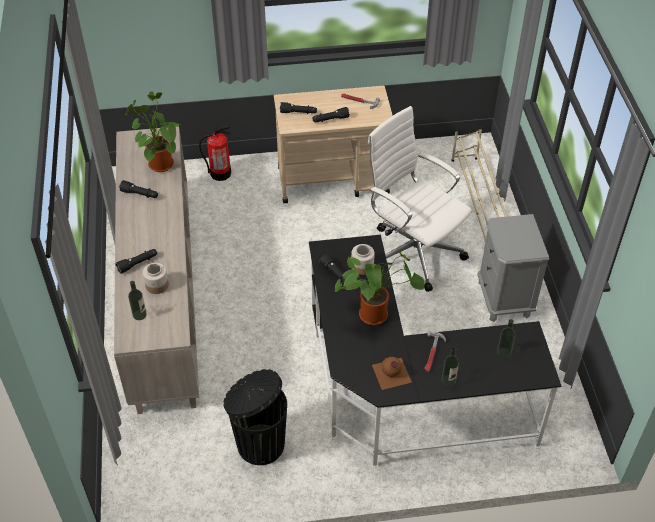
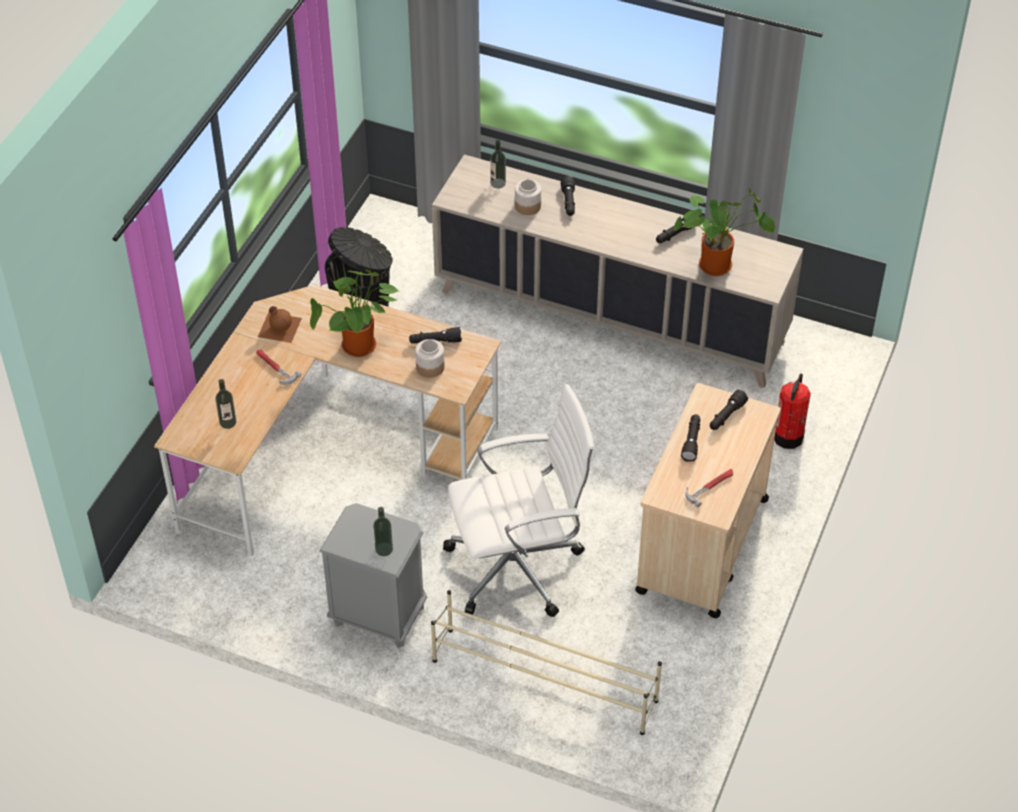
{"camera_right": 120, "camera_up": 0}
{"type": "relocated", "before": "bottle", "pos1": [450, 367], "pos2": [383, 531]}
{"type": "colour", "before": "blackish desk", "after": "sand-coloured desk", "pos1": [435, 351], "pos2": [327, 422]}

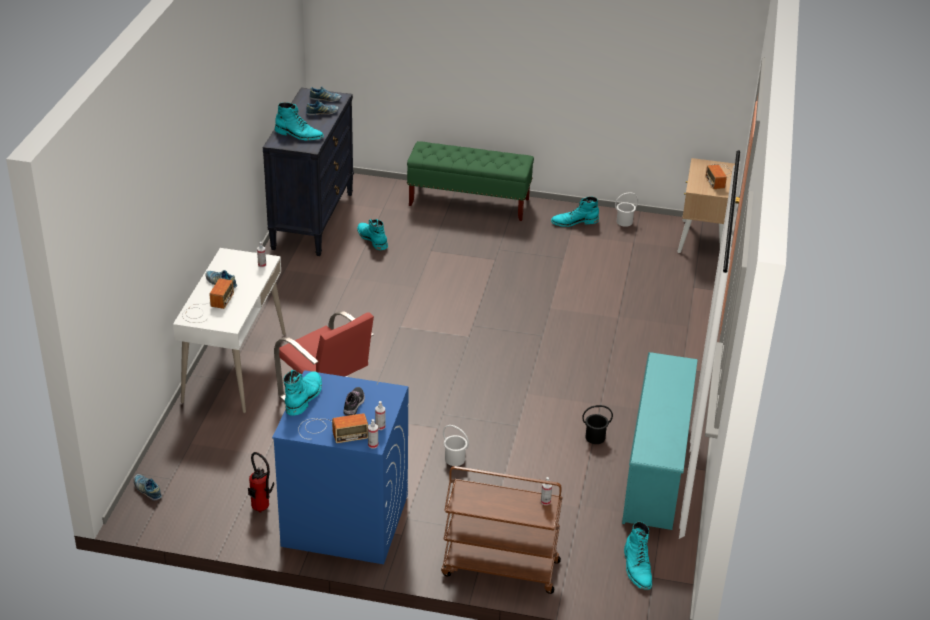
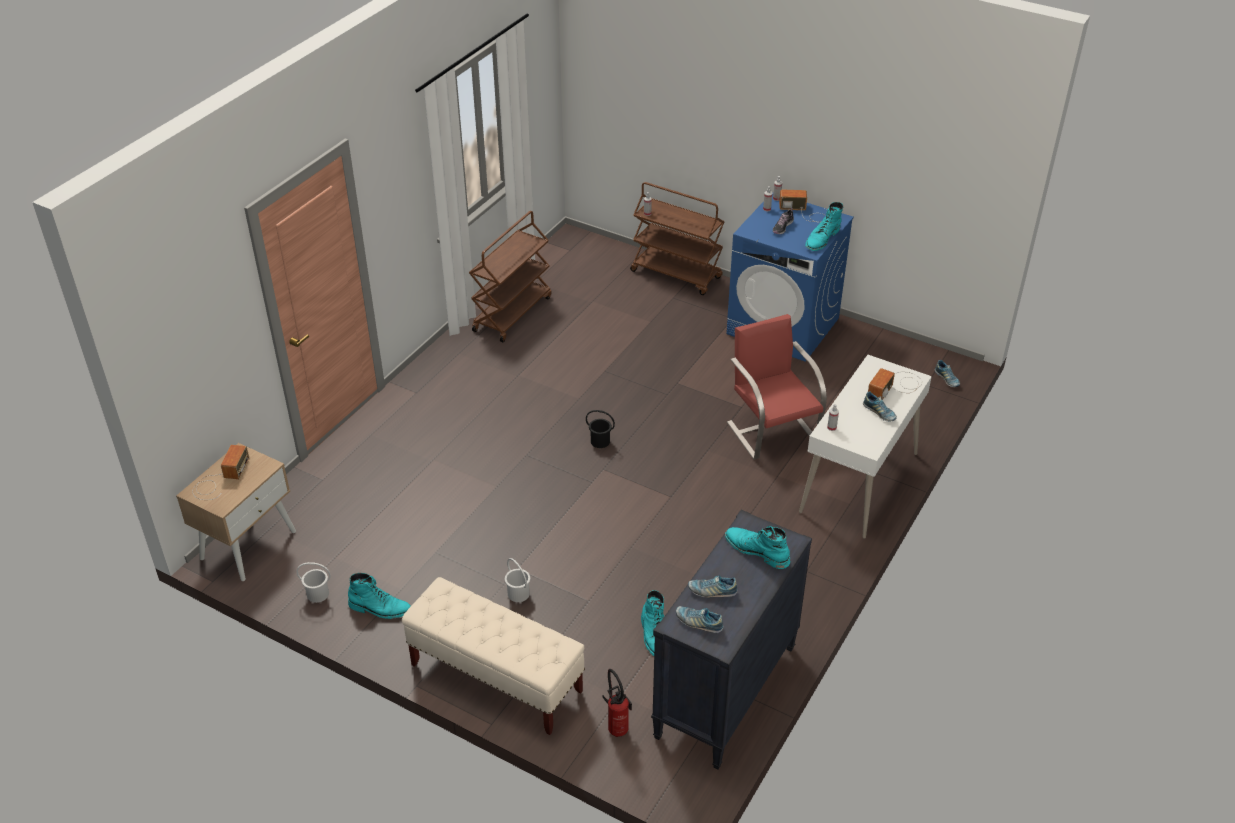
{"camera_right": -160, "camera_up": 5}
{"type": "missing", "before": "turquoise boot", "pos1": [638, 555]}
{"type": "relocated", "before": "fire-fighting cylinder", "pos1": [261, 482], "pos2": [617, 703]}
{"type": "relocated", "before": "white-coloured pail", "pos1": [456, 445], "pos2": [517, 580]}
{"type": "relocated", "before": "blackish pail", "pos1": [597, 424], "pos2": [600, 429]}
{"type": "exchanged", "before": "turquoise shoe rack", "after": "brown-coloured wheeled cart", "pos1": [660, 441], "pos2": [510, 277]}
{"type": "colour", "before": "green-coloured indoor bench", "after": "sand-coloured indoor bench", "pos1": [470, 181], "pos2": [493, 656]}

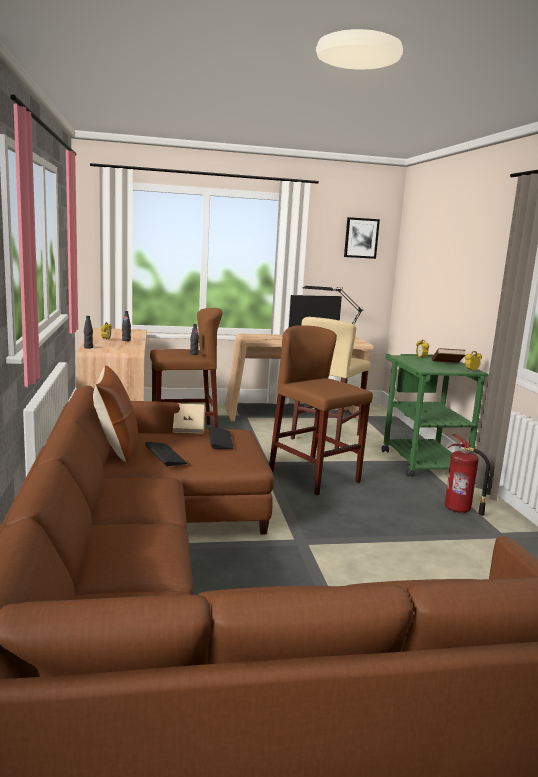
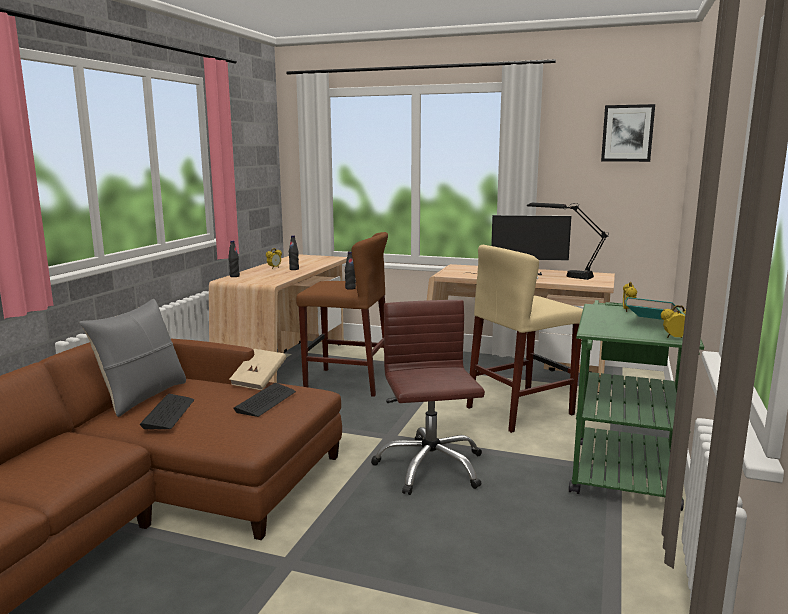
{"camera_right": 30, "camera_up": 0}
{"type": "missing", "before": "fire-fighting cylinder", "pos1": [467, 475]}
{"type": "exchanged", "before": "brown-coloured stool", "after": "brown-coloured office chair", "pos1": [321, 410], "pos2": [428, 397]}
{"type": "colour", "before": "brown-coloured pillow", "after": "greyish pillow", "pos1": [115, 414], "pos2": [132, 358]}
{"type": "colour", "before": "brown-coloured volume", "after": "turquoise volume", "pos1": [448, 355], "pos2": [653, 308]}

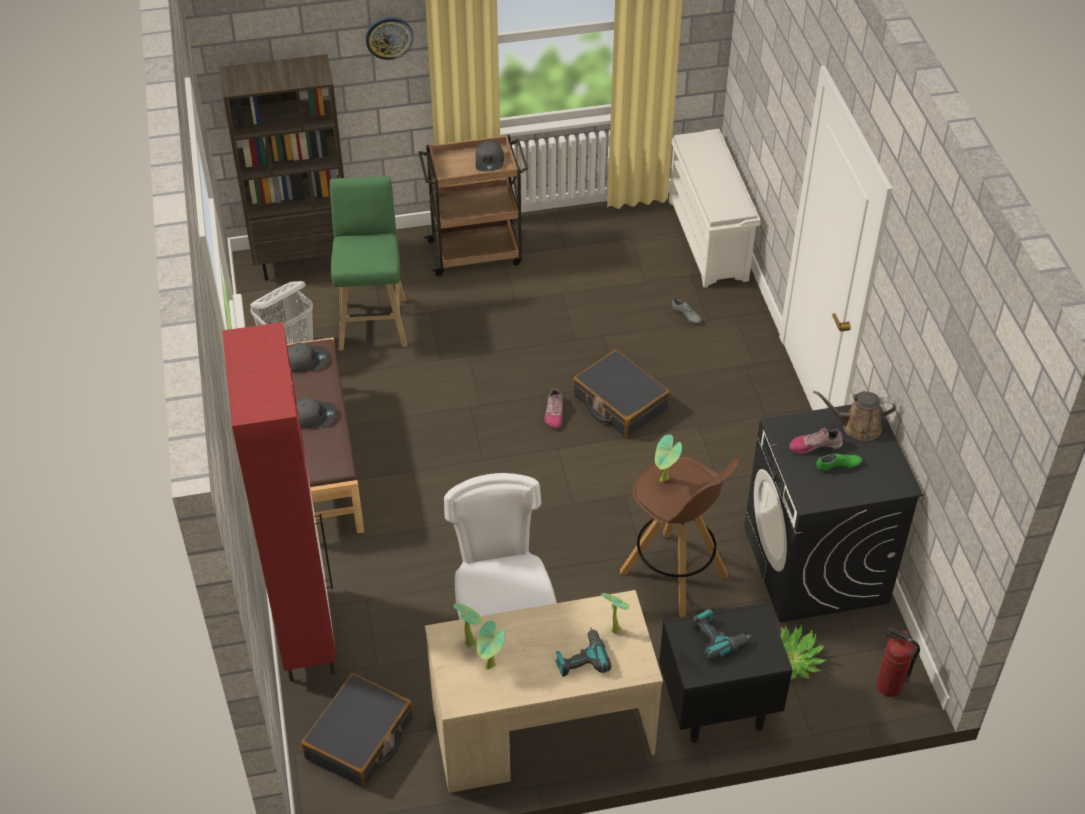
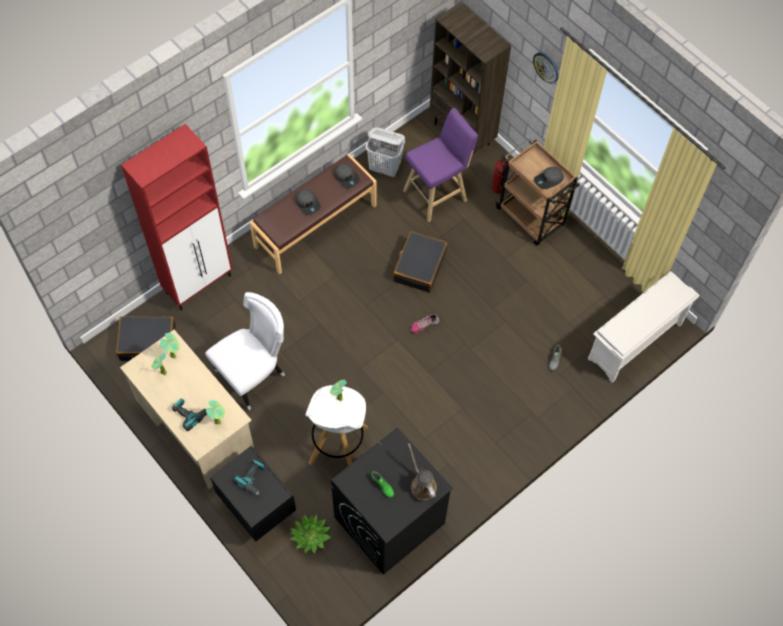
{"camera_right": 60, "camera_up": 15}
{"type": "missing", "before": "shoe", "pos1": [816, 441]}
{"type": "relocated", "before": "blackish suitcase", "pos1": [621, 394], "pos2": [420, 262]}
{"type": "relocated", "before": "fire-fighting cylinder", "pos1": [898, 662], "pos2": [501, 172]}
{"type": "colour", "before": "green-coloured stool", "after": "purple-coloured stool", "pos1": [368, 263], "pos2": [440, 165]}
{"type": "colour", "before": "brown-coloured stool", "after": "white-coloured stool", "pos1": [680, 537], "pos2": [337, 425]}

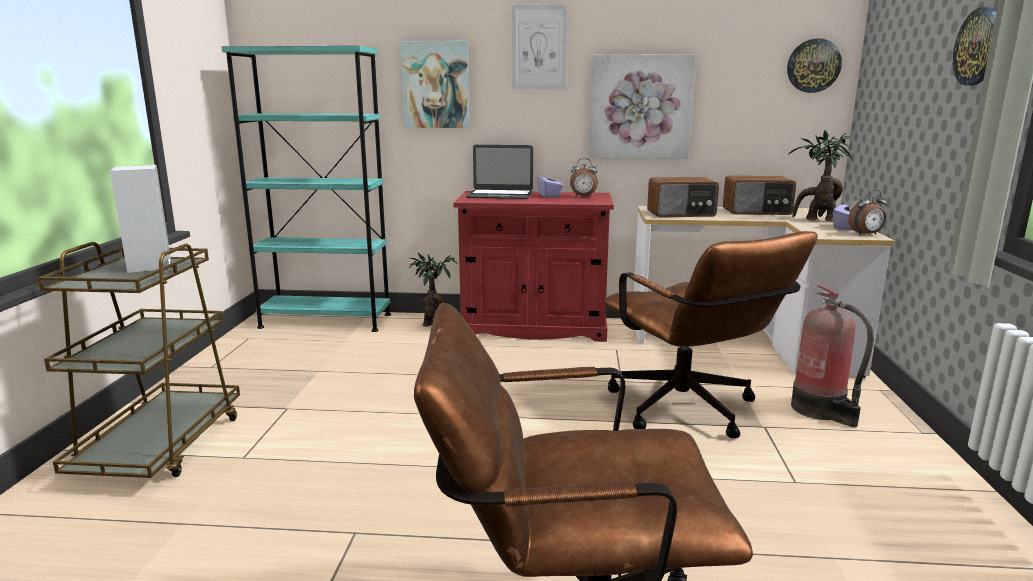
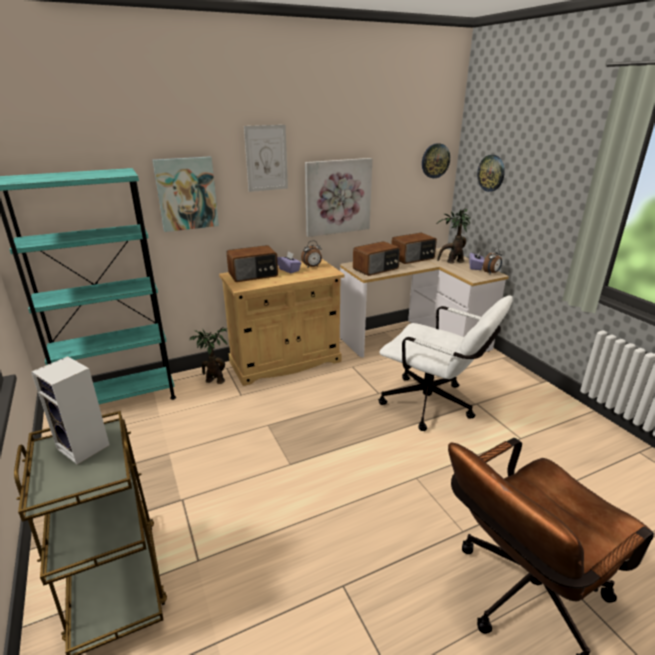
{"camera_right": -30, "camera_up": 10}
{"type": "missing", "before": "fire-fighting cylinder", "pos1": [832, 356]}
{"type": "relocated", "before": "wall clock", "pos1": [975, 46], "pos2": [491, 173]}
{"type": "exchanged", "before": "portable computer", "after": "radio receiver", "pos1": [499, 172], "pos2": [252, 263]}
{"type": "colour", "before": "red cupboard", "after": "sand-coloured cupboard", "pos1": [533, 266], "pos2": [282, 322]}
{"type": "colour", "before": "brown-coloured office chair", "after": "white-coloured office chair", "pos1": [710, 335], "pos2": [445, 363]}

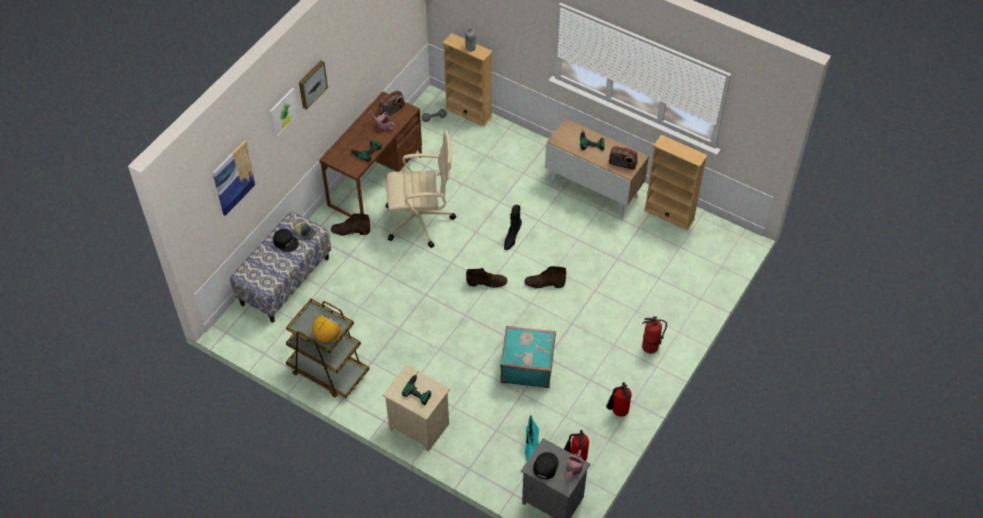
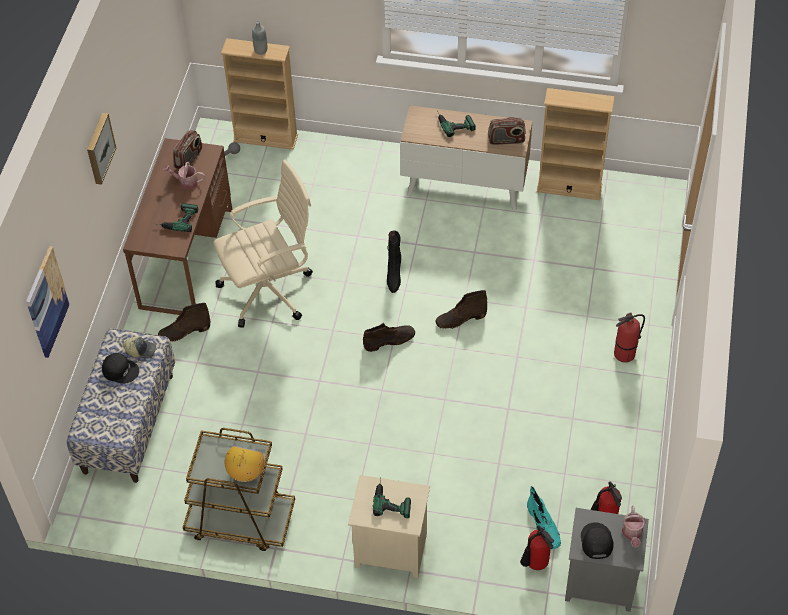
{"camera_right": -20, "camera_up": 0}
{"type": "missing", "before": "picture", "pos1": [284, 112]}
{"type": "missing", "before": "turquoise suitcase", "pos1": [528, 357]}
{"type": "relocated", "before": "fire-fighting cylinder", "pos1": [619, 399], "pos2": [537, 547]}

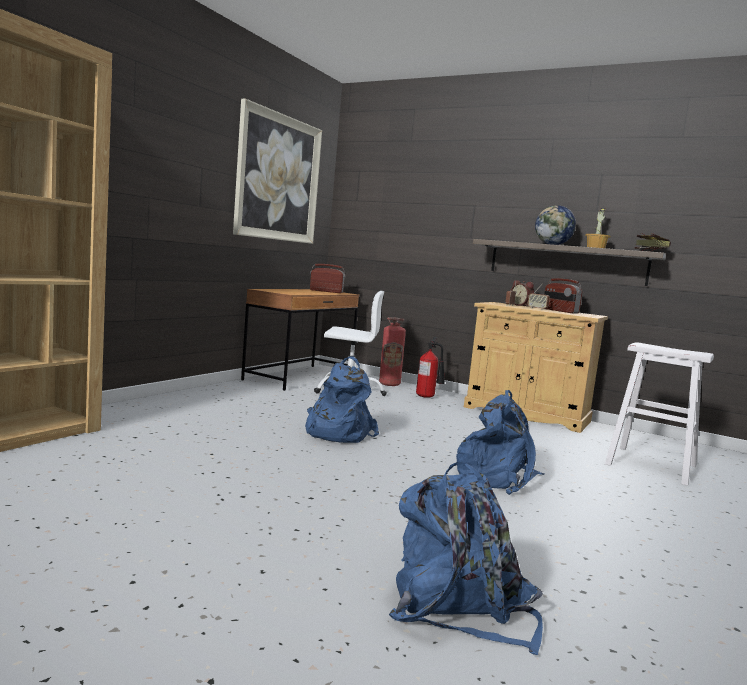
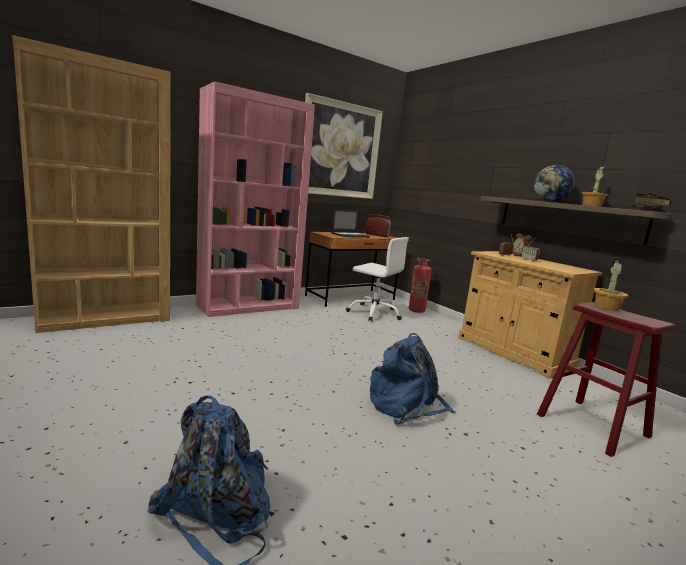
{"camera_right": 25, "camera_up": 5}
{"type": "missing", "before": "blue rucksack", "pos1": [342, 400]}
{"type": "missing", "before": "fire-fighting cylinder", "pos1": [430, 367]}
{"type": "missing", "before": "radio receiver", "pos1": [563, 296]}
{"type": "appeared", "after": "pinkish bookcase", "pos2": [255, 199]}
{"type": "appeared", "after": "portable computer", "pos2": [350, 223]}
{"type": "appeared", "after": "potted plant", "pos2": [611, 285]}
{"type": "colour", "before": "white-coloured stool", "after": "red stool", "pos1": [659, 414], "pos2": [606, 379]}

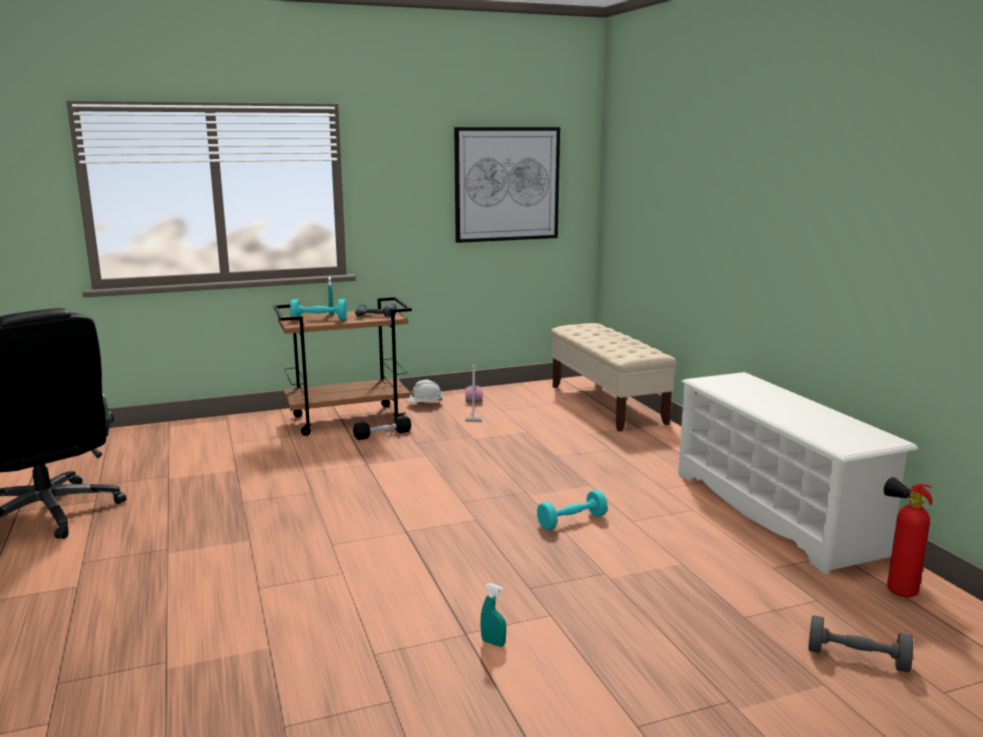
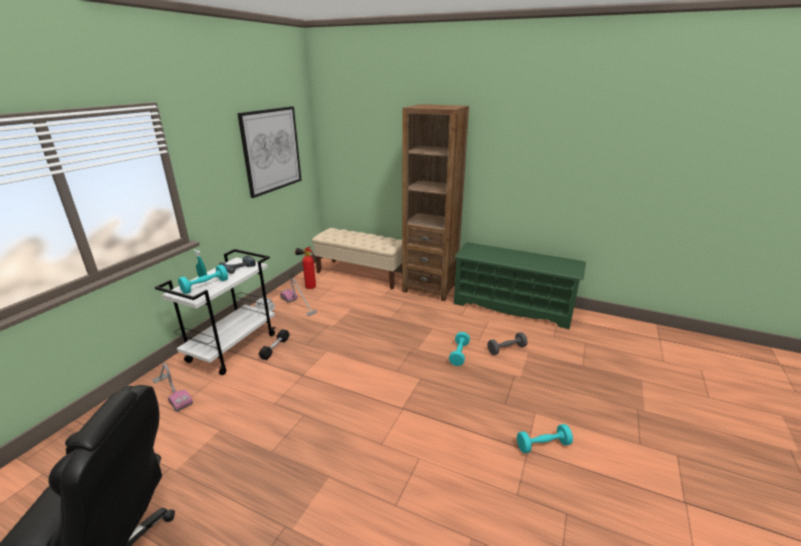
{"camera_right": -45, "camera_up": 10}
{"type": "appeared", "after": "vacuum cleaner", "pos2": [172, 387]}
{"type": "appeared", "after": "brown-coloured bookcase", "pos2": [435, 202]}
{"type": "relocated", "before": "greyish dumbbell", "pos1": [860, 643], "pos2": [507, 343]}
{"type": "relocated", "before": "fire-fighting cylinder", "pos1": [908, 537], "pos2": [305, 268]}
{"type": "exchanged", "before": "turquoise hand sprayer", "after": "turquoise dumbbell", "pos1": [493, 615], "pos2": [545, 438]}
{"type": "colour", "before": "brown-coloured wheeled cart", "after": "white-coloured wheeled cart", "pos1": [342, 366], "pos2": [215, 312]}
{"type": "colour", "before": "white-coloured shoe rack", "after": "green-coloured shoe rack", "pos1": [798, 473], "pos2": [520, 285]}

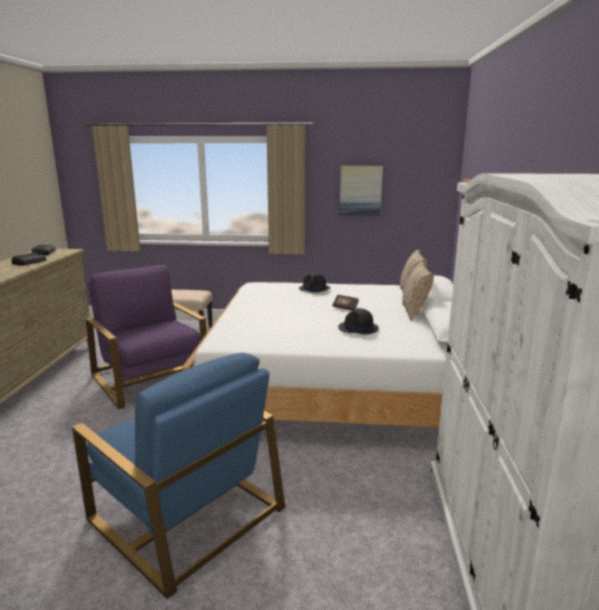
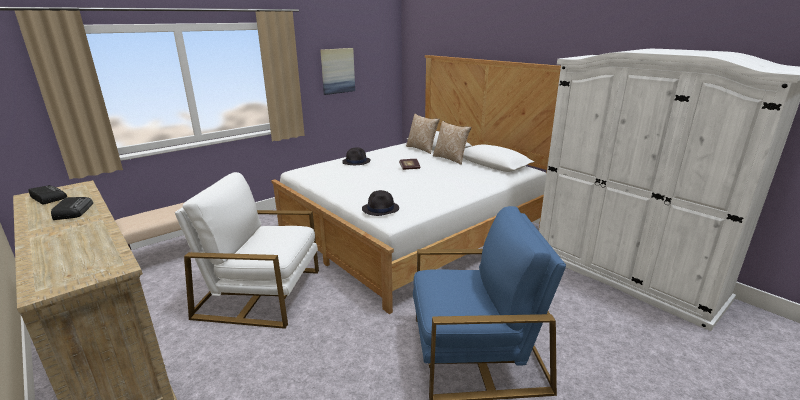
{"camera_right": -45, "camera_up": 5}
{"type": "relocated", "before": "blackish hat", "pos1": [358, 321], "pos2": [380, 203]}
{"type": "colour", "before": "purple-coloured lounge chair", "after": "white-coloured lounge chair", "pos1": [146, 337], "pos2": [247, 250]}

